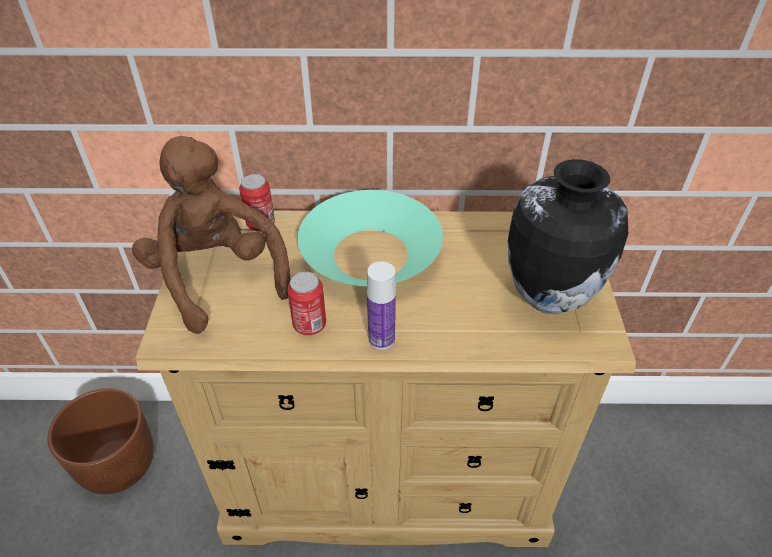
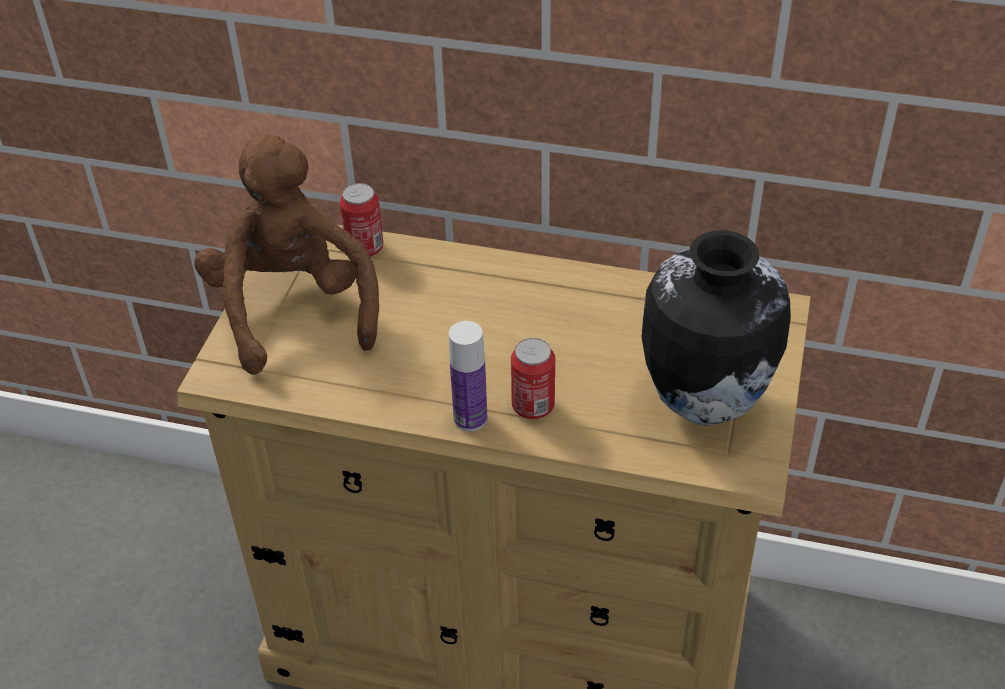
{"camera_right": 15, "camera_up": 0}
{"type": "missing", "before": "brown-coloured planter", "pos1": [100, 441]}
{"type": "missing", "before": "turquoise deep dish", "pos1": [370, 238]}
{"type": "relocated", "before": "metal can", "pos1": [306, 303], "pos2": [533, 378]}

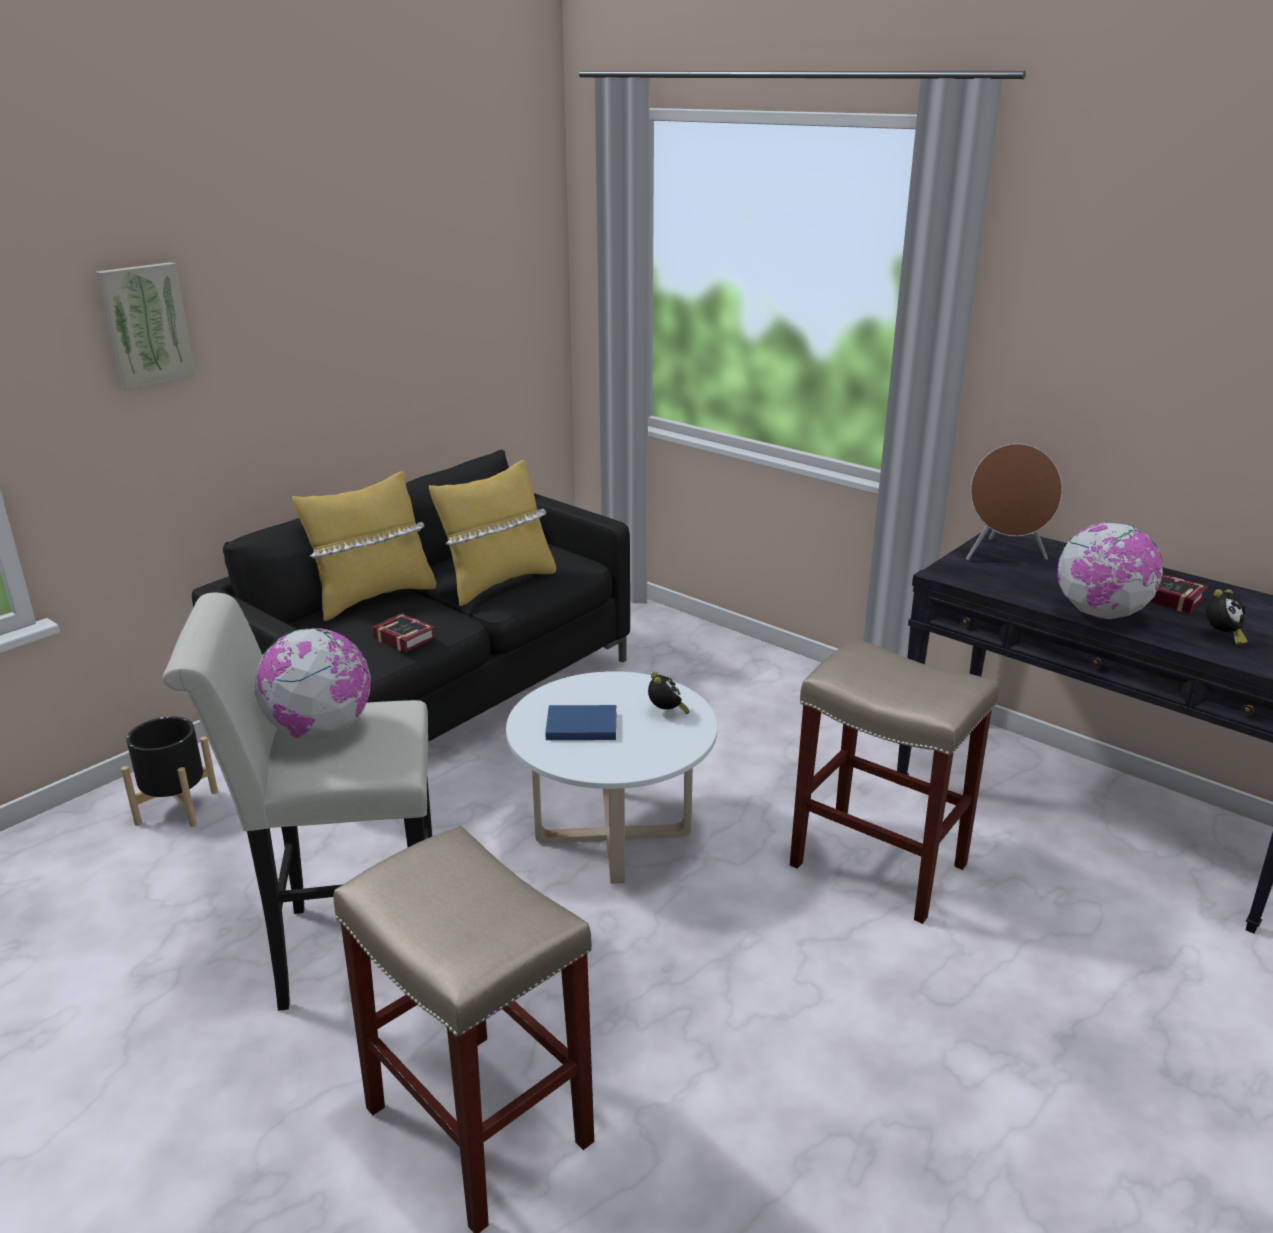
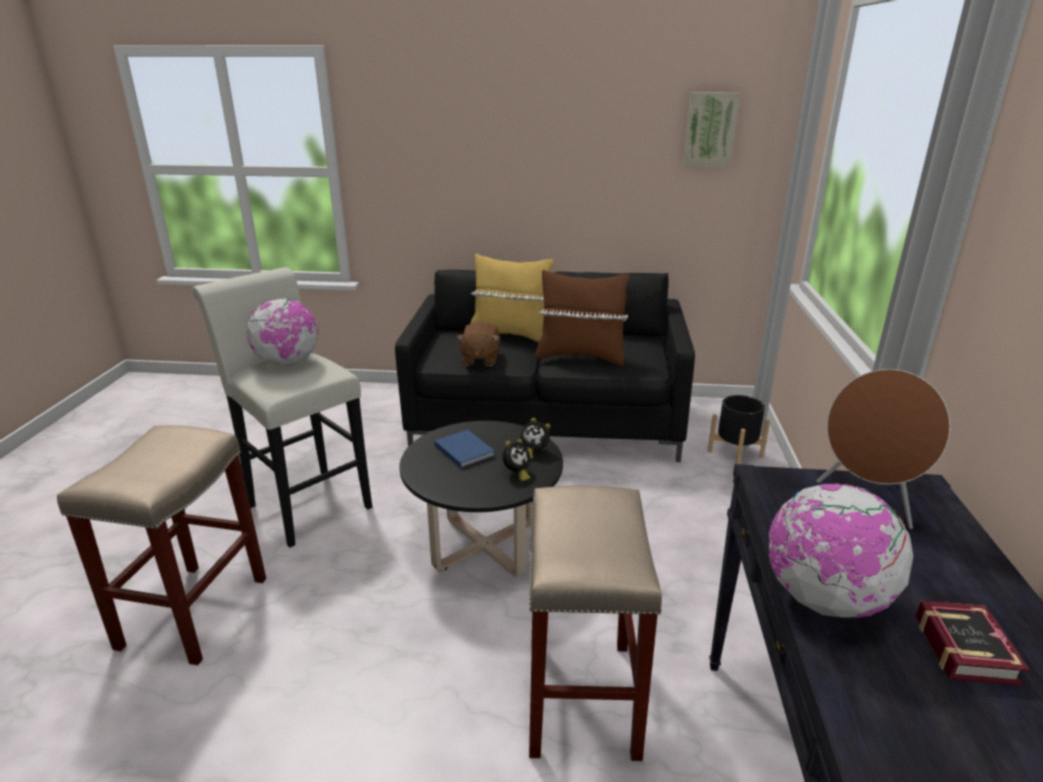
{"camera_right": 55, "camera_up": 0}
{"type": "relocated", "before": "picture", "pos1": [145, 326], "pos2": [711, 129]}
{"type": "relocated", "before": "blackish planter", "pos1": [169, 772], "pos2": [739, 430]}
{"type": "relocated", "before": "bedside clock", "pos1": [1227, 617], "pos2": [536, 438]}
{"type": "exchanged", "before": "volume", "after": "brown-coloured soft toy", "pos1": [404, 632], "pos2": [478, 343]}
{"type": "colour", "before": "yellow pillow", "after": "brown-coloured pillow", "pos1": [492, 533], "pos2": [582, 318]}
{"type": "colour", "before": "white-coloured lounge table", "after": "blackish lounge table", "pos1": [612, 777], "pos2": [481, 499]}

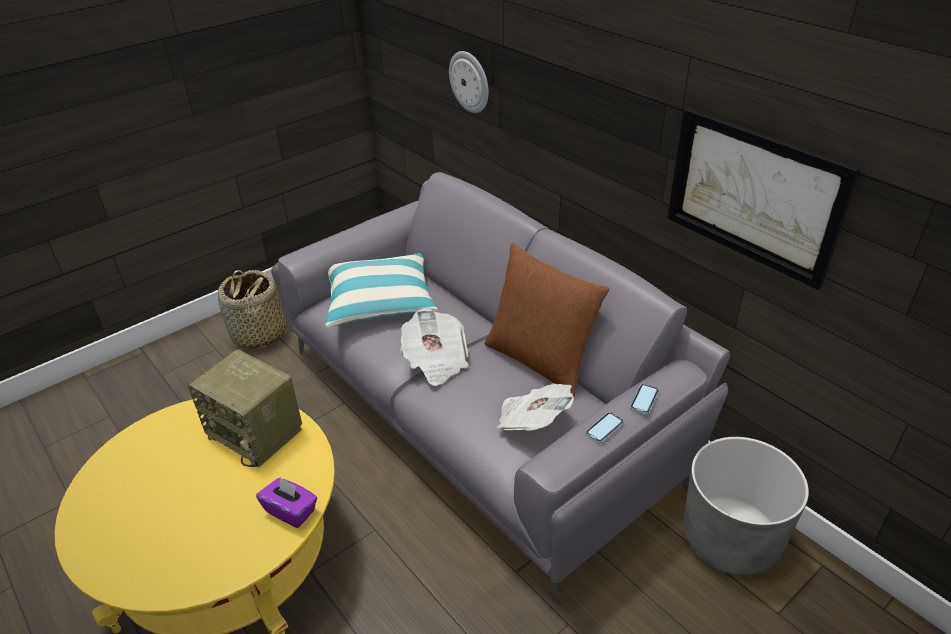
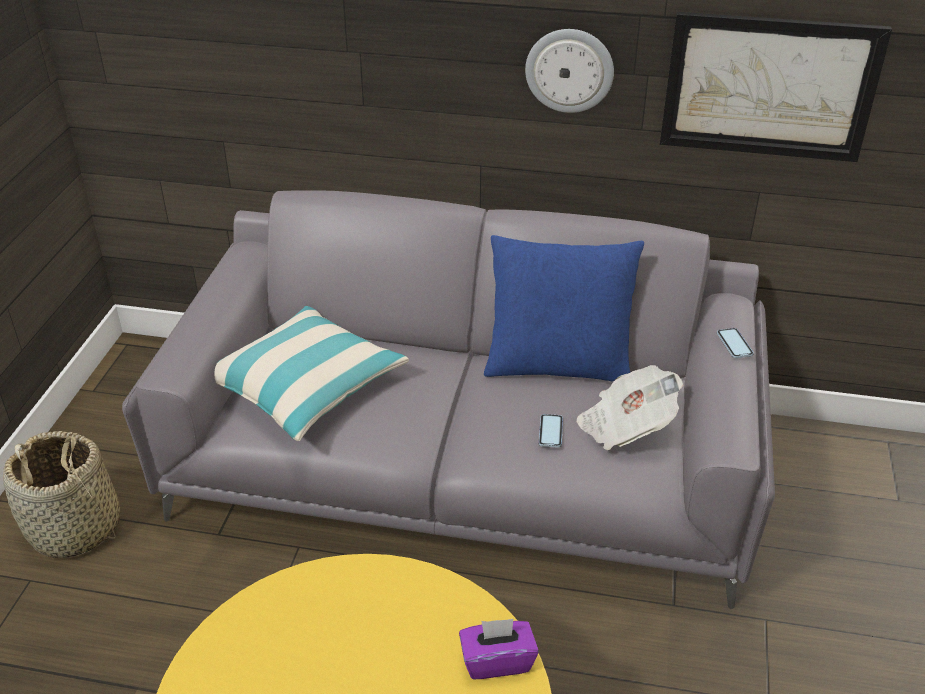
{"camera_right": -40, "camera_up": 0}
{"type": "missing", "before": "radio receiver", "pos1": [245, 408]}
{"type": "missing", "before": "newspaper", "pos1": [434, 347]}
{"type": "missing", "before": "greyish planter", "pos1": [746, 506]}
{"type": "relocated", "before": "wall clock", "pos1": [469, 82], "pos2": [569, 71]}
{"type": "relocated", "before": "telephone", "pos1": [605, 427], "pos2": [551, 431]}
{"type": "colour", "before": "brown-coloured pillow", "after": "blue pillow", "pos1": [546, 320], "pos2": [564, 308]}

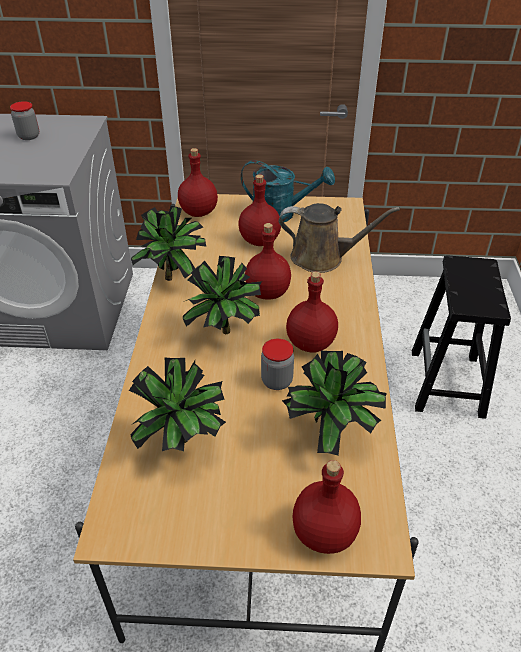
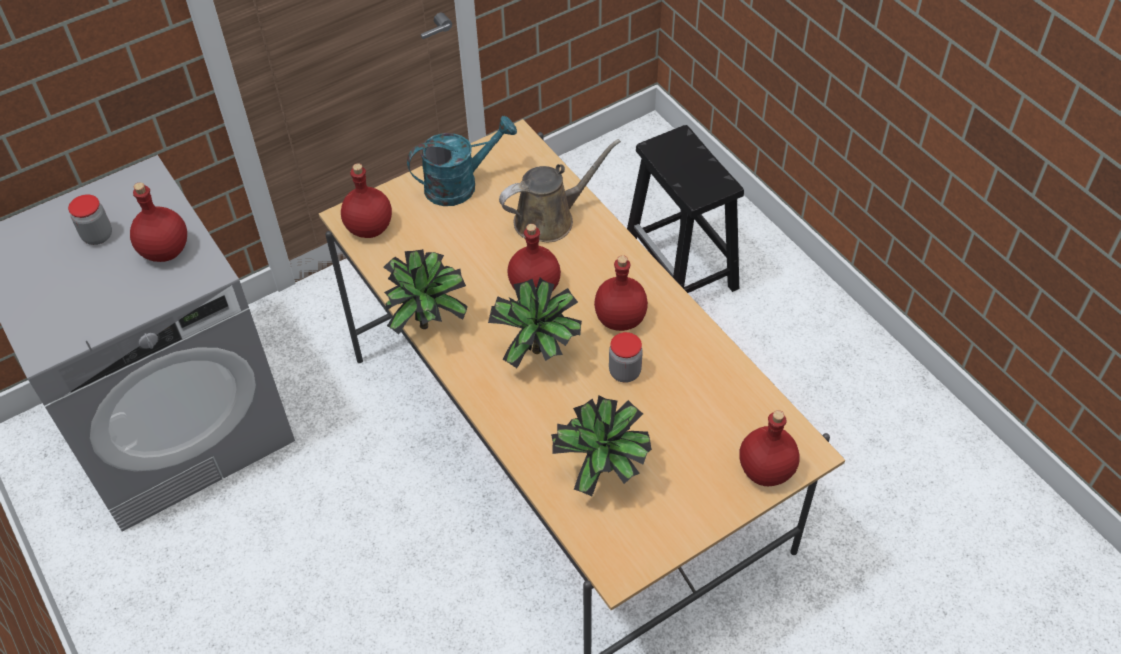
{"camera_right": -35, "camera_up": 10}
{"type": "missing", "before": "potted plant", "pos1": [334, 403]}
{"type": "relocated", "before": "red bottle", "pos1": [259, 210], "pos2": [158, 222]}

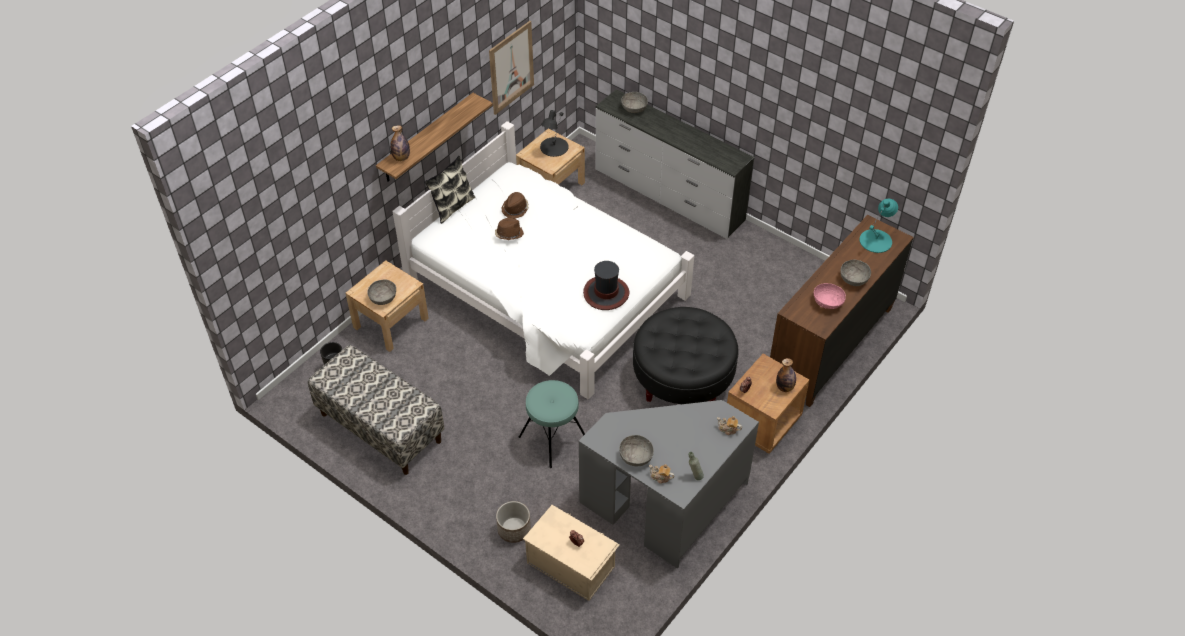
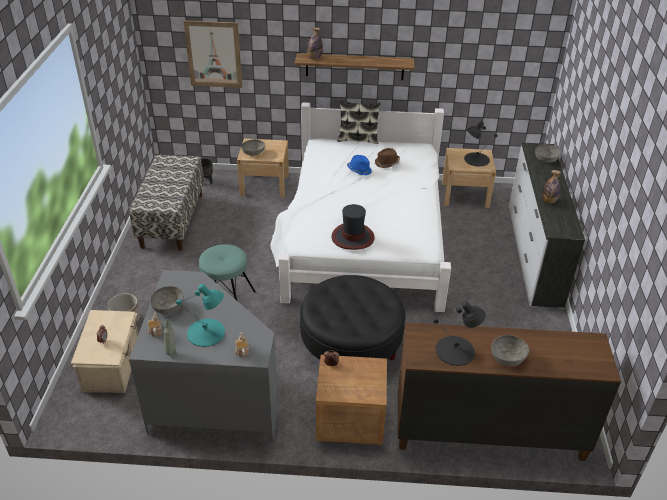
{"camera_right": 55, "camera_up": -10}
{"type": "relocated", "before": "picture", "pos1": [511, 68], "pos2": [212, 54]}
{"type": "relocated", "before": "bottle", "pos1": [786, 375], "pos2": [551, 186]}
{"type": "relocated", "before": "turquoise tabletop lamp", "pos1": [879, 226], "pos2": [200, 315]}
{"type": "exchanged", "before": "pinkish deep dish", "after": "blackish tabletop lamp", "pos1": [830, 296], "pos2": [459, 333]}
{"type": "colour", "before": "brown-coloured hat", "after": "blue hat", "pos1": [509, 229], "pos2": [359, 165]}

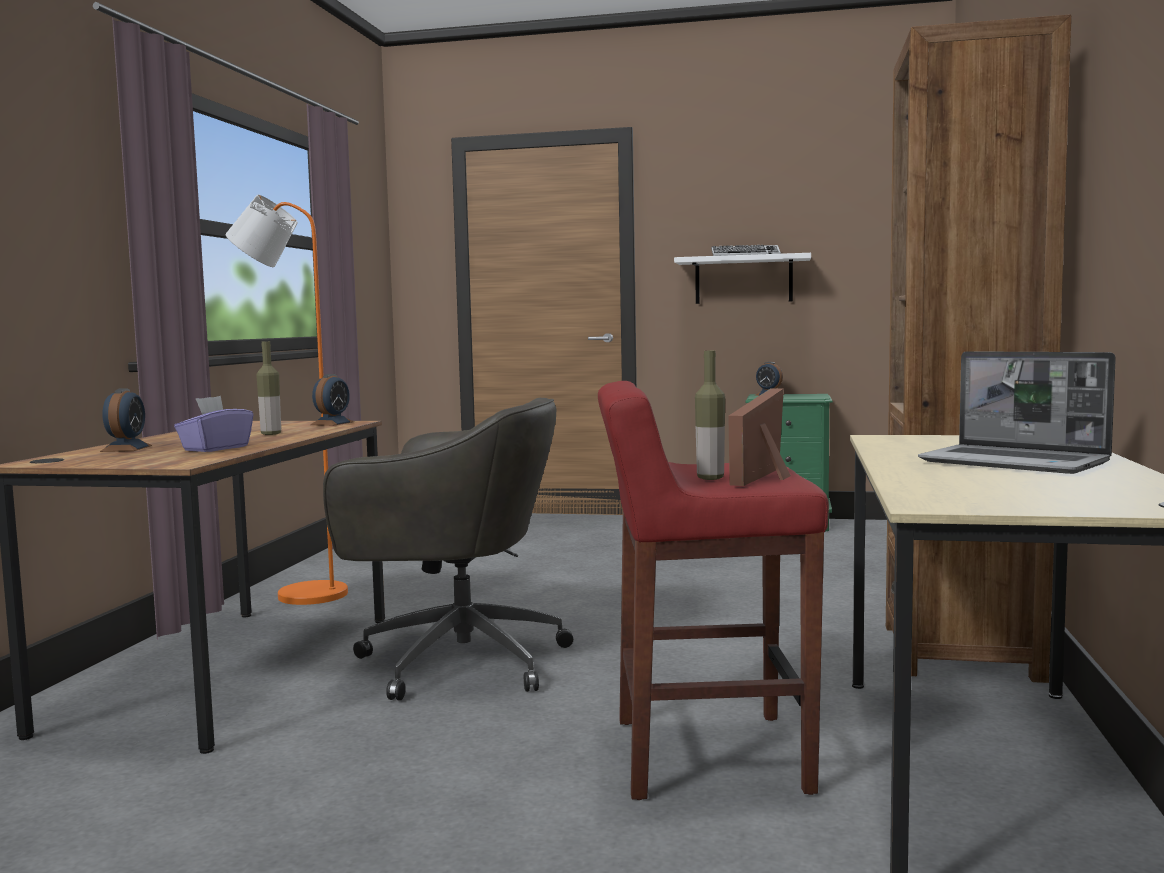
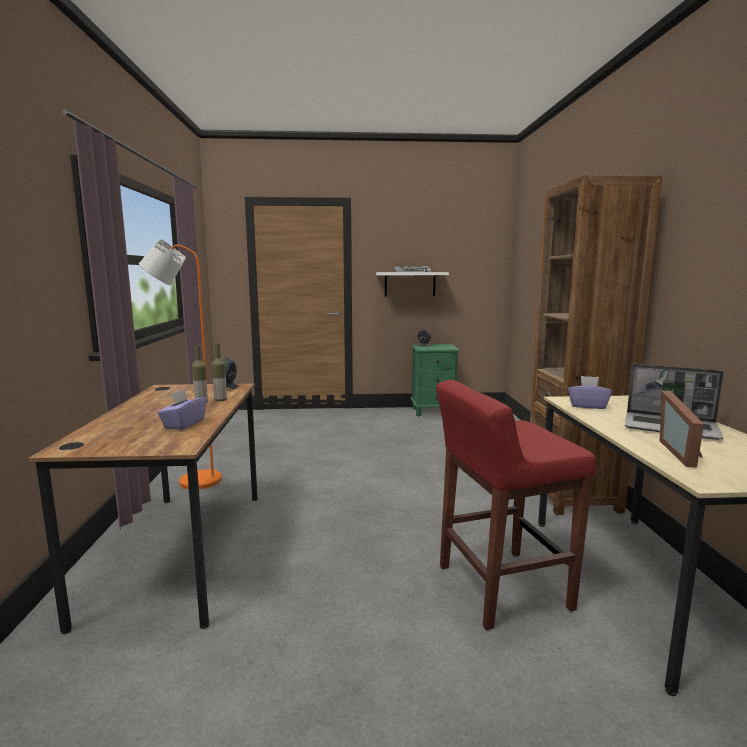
{"camera_right": -15, "camera_up": 5}
{"type": "missing", "before": "bedside clock", "pos1": [126, 420]}
{"type": "missing", "before": "greyish office chair", "pos1": [448, 549]}
{"type": "appeared", "after": "purple-coloured tissue box", "pos2": [590, 392]}
{"type": "relocated", "before": "bottle", "pos1": [710, 415], "pos2": [219, 372]}
{"type": "relocated", "before": "photo frame", "pos1": [759, 437], "pos2": [682, 429]}

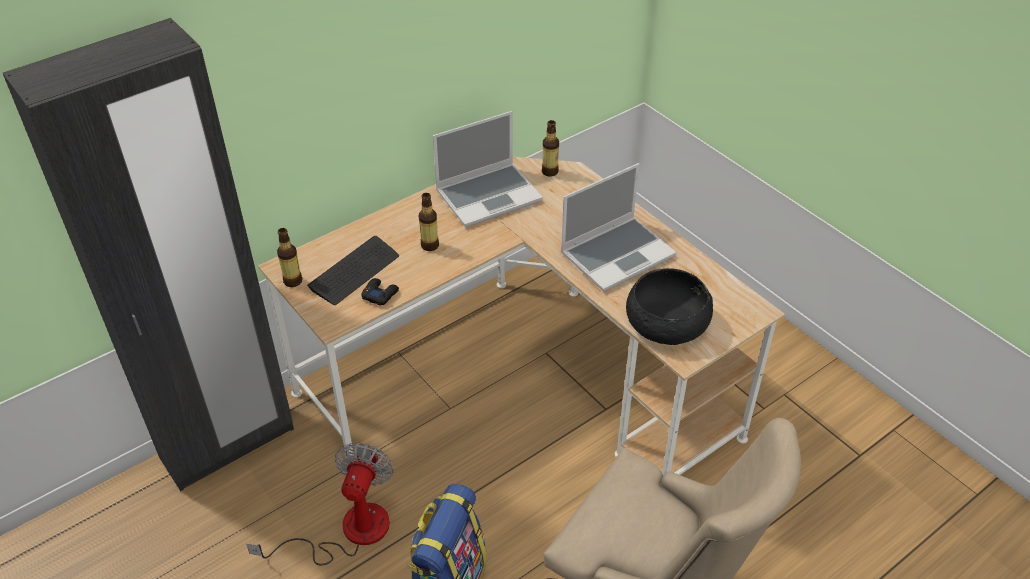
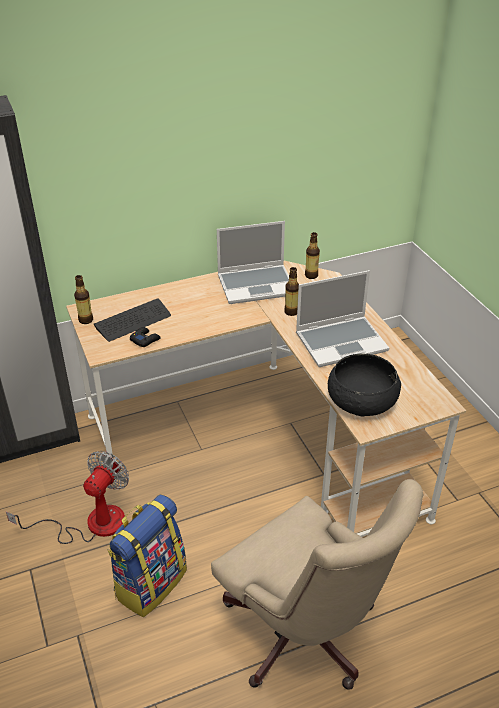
{"camera_right": 15, "camera_up": -5}
{"type": "relocated", "before": "bottle", "pos1": [428, 222], "pos2": [291, 291]}

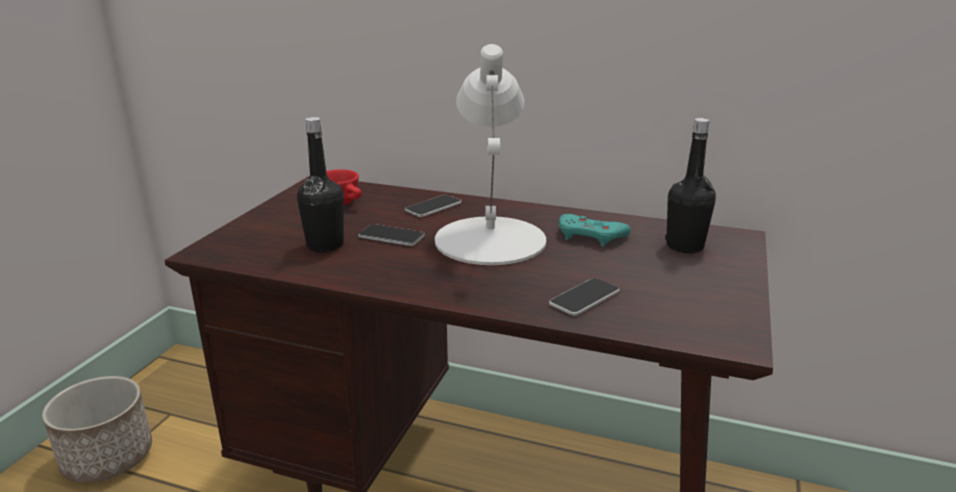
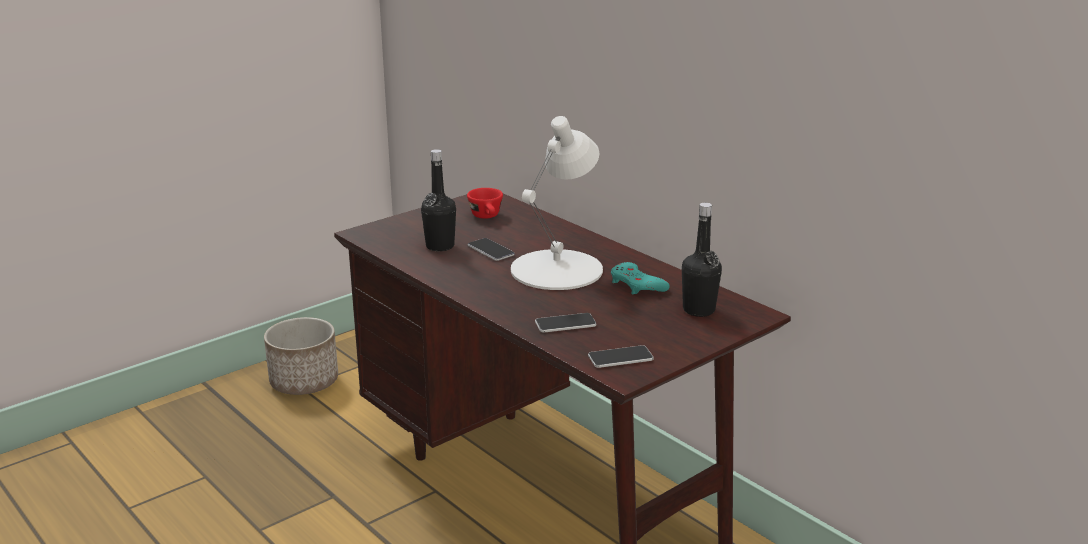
{"camera_right": 30, "camera_up": 0}
{"type": "relocated", "before": "telephone", "pos1": [433, 206], "pos2": [621, 356]}

